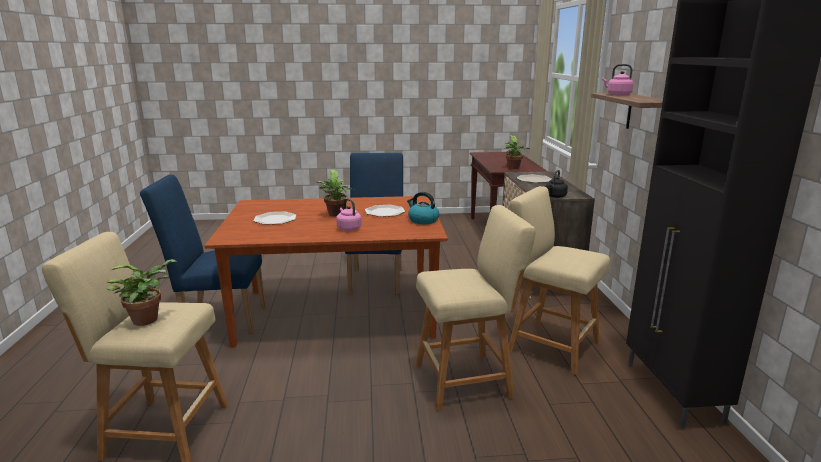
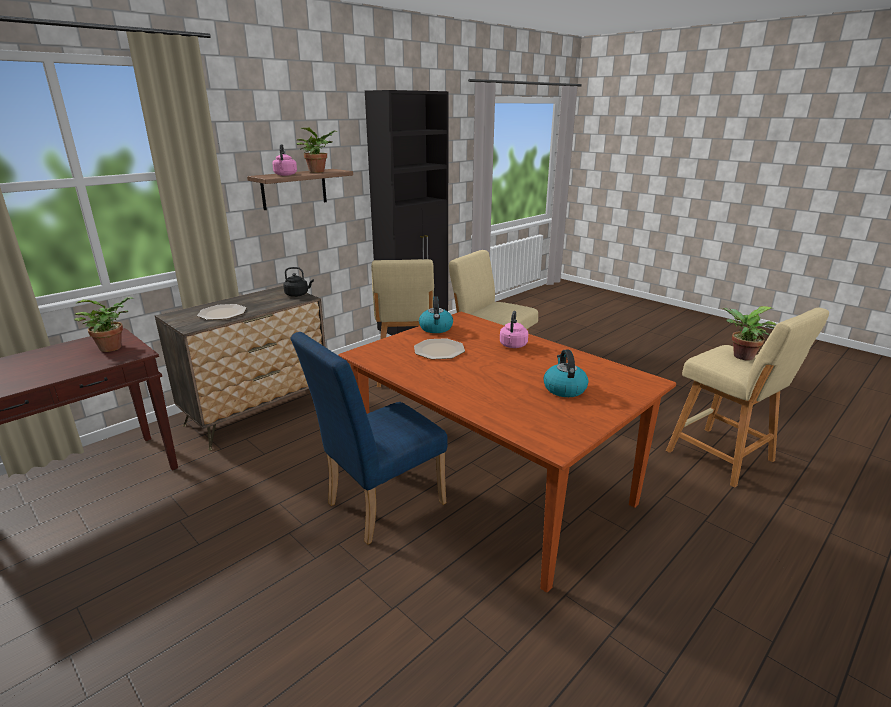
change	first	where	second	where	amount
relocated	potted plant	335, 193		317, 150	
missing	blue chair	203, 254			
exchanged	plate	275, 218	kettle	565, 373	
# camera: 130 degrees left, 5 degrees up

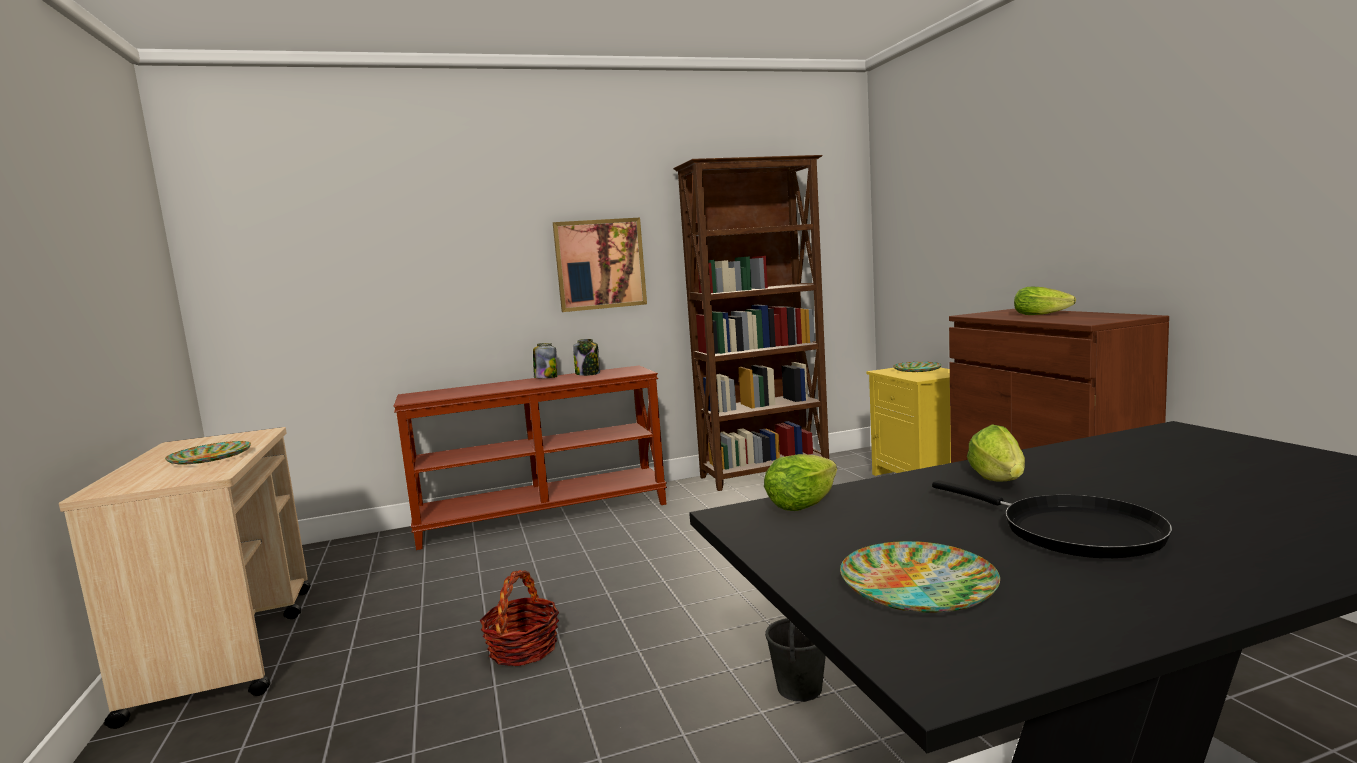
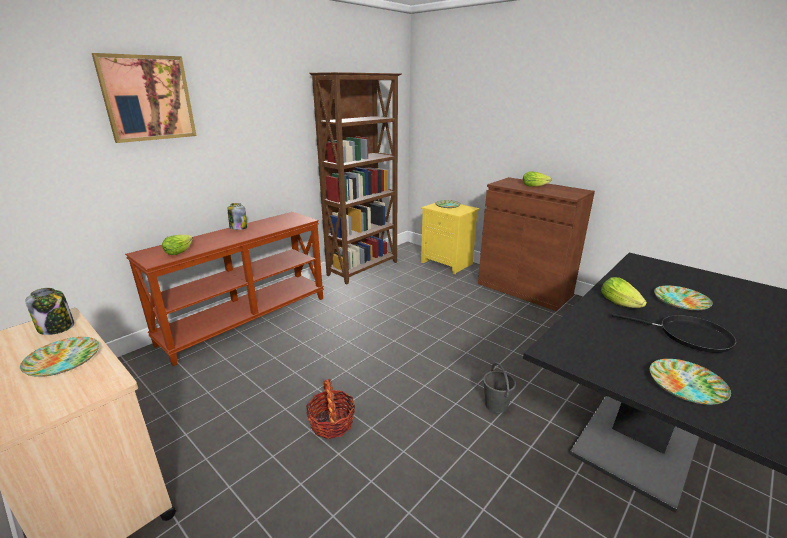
change	first	where	second	where	amount
relocated	wall picture	600, 265		144, 98	
relocated	storage jar	586, 357		49, 311	
relocated	lettuce	800, 482		177, 245	
appeared			plate	683, 298	
# camera: 30 degrees left, 15 degrees up

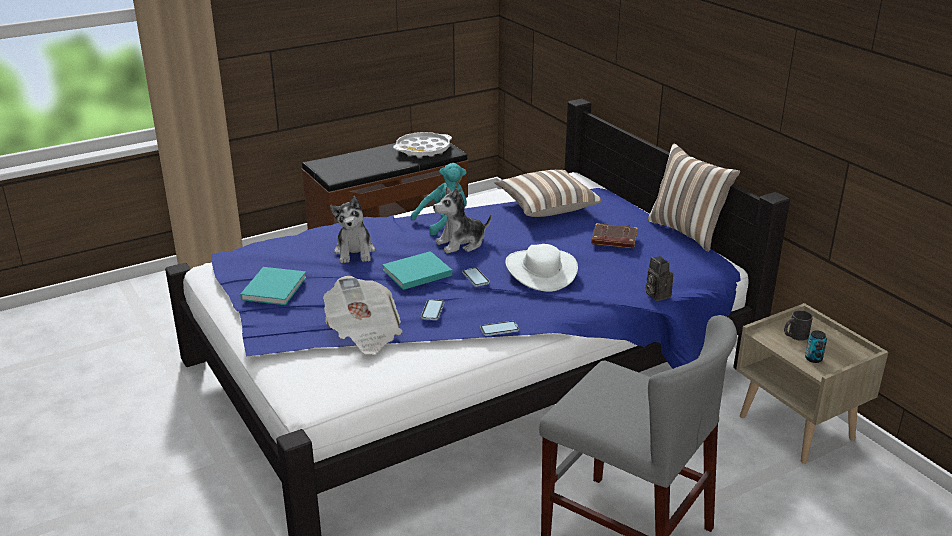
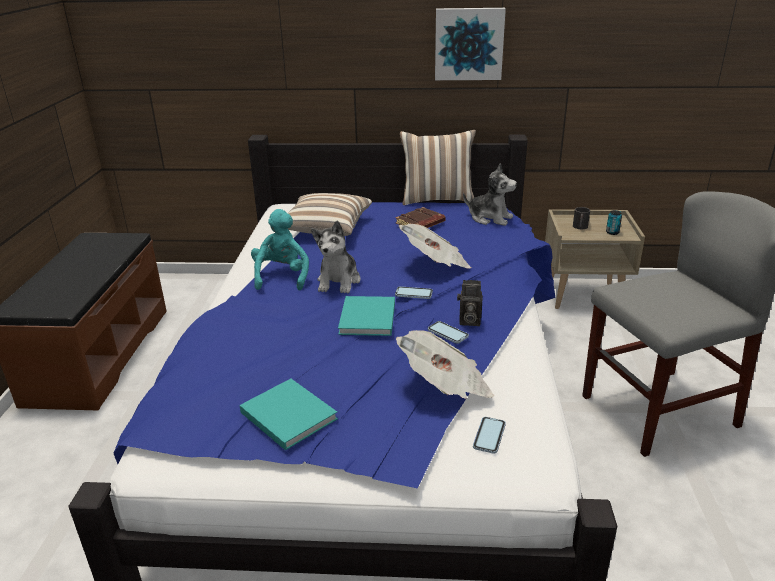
change	first	where	second	where	amount
missing	white-coloured tray	422, 145			
relocated	plush toy	352, 229		490, 194	
exchanged	white-coloured hat	541, 268	printed paper	435, 246	
relocated	photo camera	659, 278		470, 303	
relocated	telephone	499, 328		489, 435	
appeared			wall picture	470, 44	
# camera: 55 degrees left, 0 degrees up

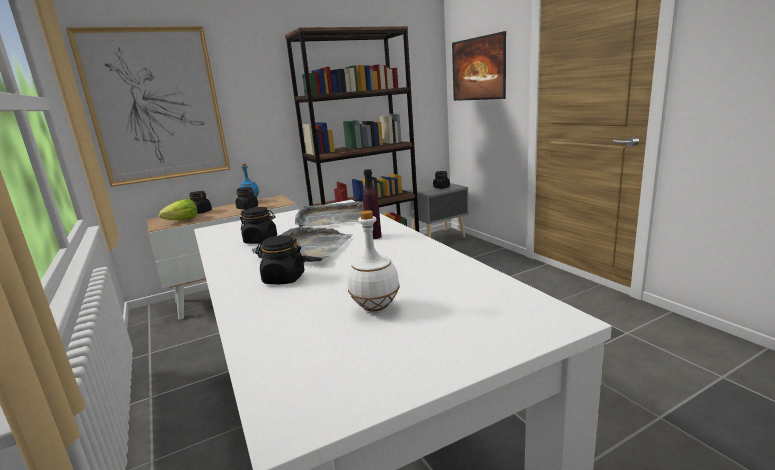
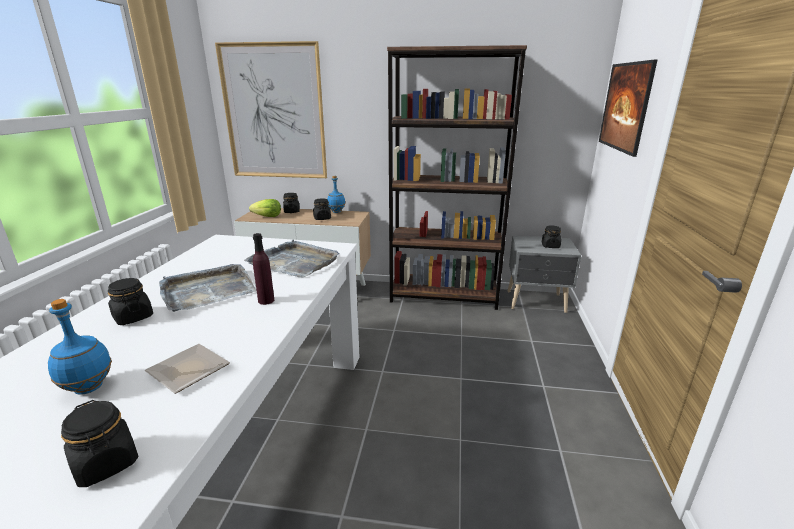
change	first	where	second	where	amount
relocated	blackish storage jar	258, 225		99, 443	
colour	white-coloured bottle	374, 262	blue bottle	80, 346	
appeared			plate	187, 369	
# camera: 35 degrees right, 5 degrees up

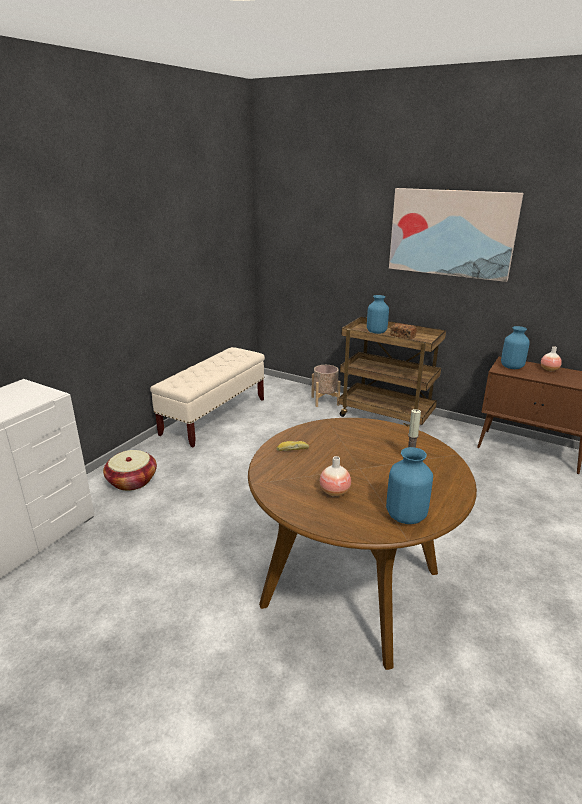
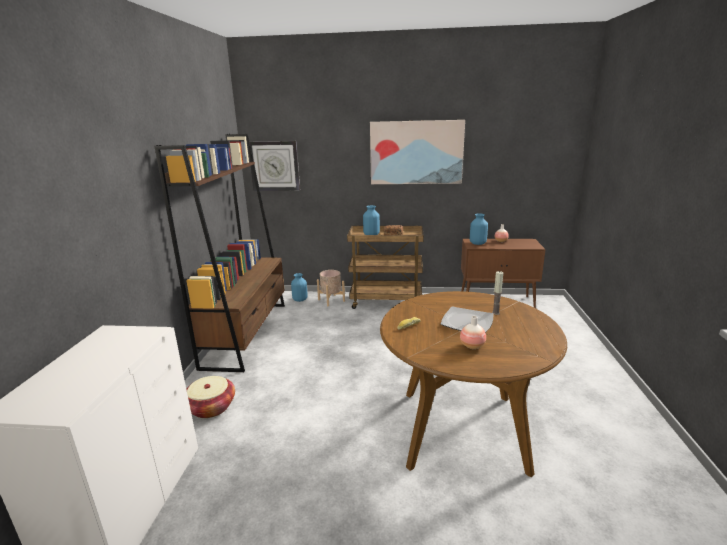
change	first	where	second	where	amount
exchanged	beige indoor bench	207, 397	brownish bookcase	219, 253	
relocated	blue decorative vase	409, 485		299, 287	
appeared			clock on the wall	275, 166	
appeared			plate	467, 319	
# camera: 25 degrees left, 5 degrees down

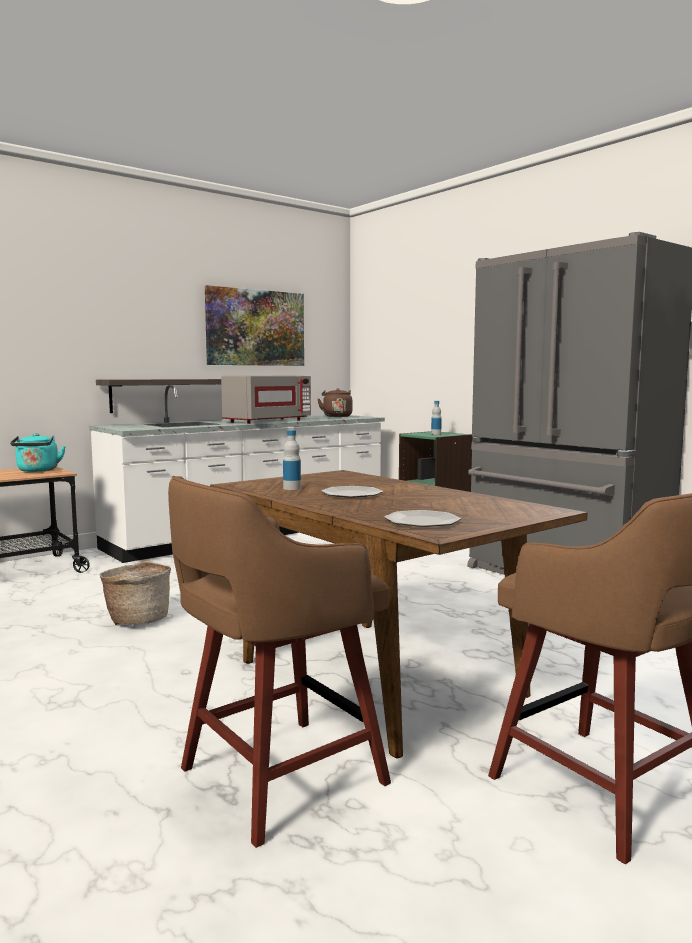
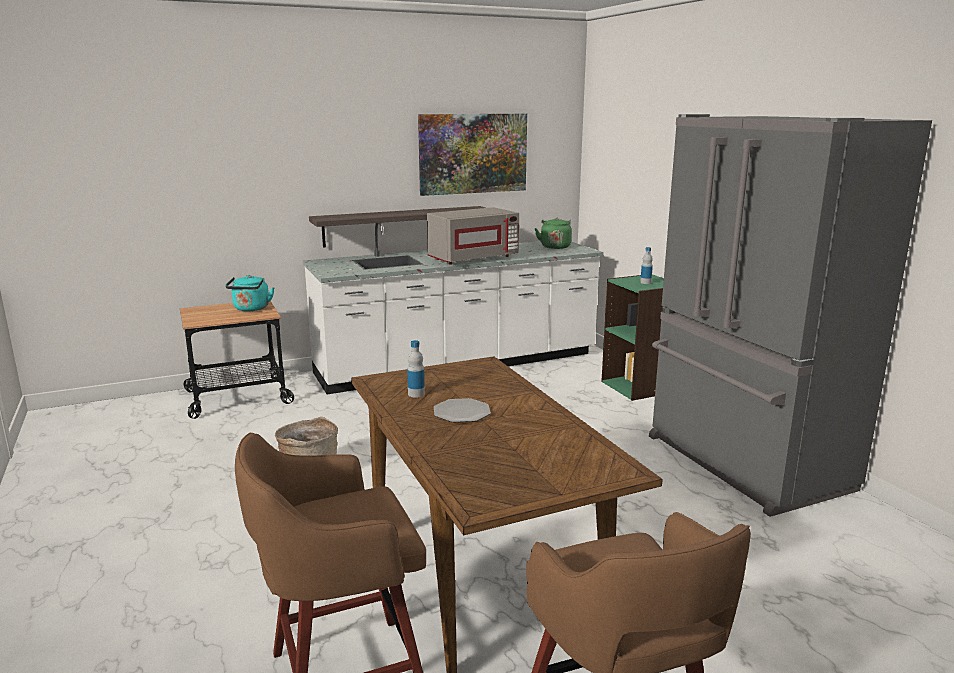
change	first	where	second	where	amount
colour	brownish kettle	335, 402	green kettle	553, 233	
missing	plate	422, 518			
# camera: 15 degrees right, 10 degrees up

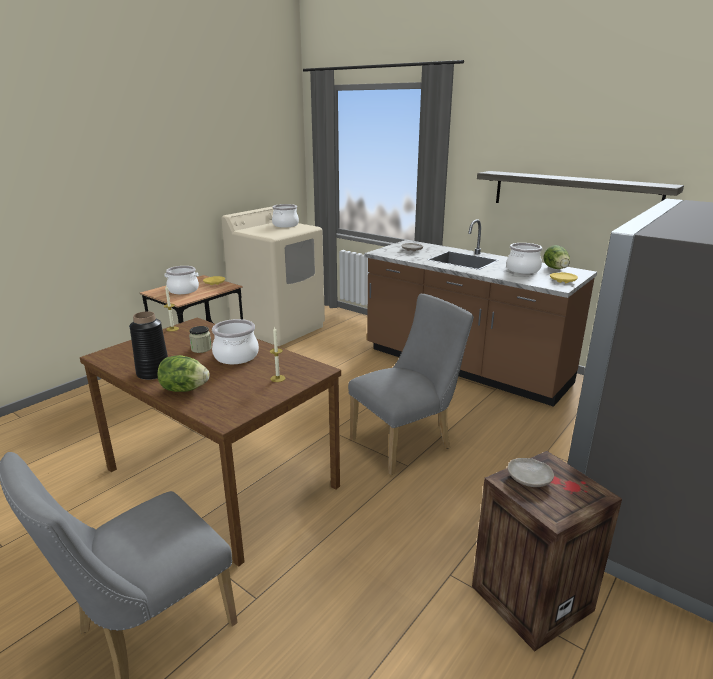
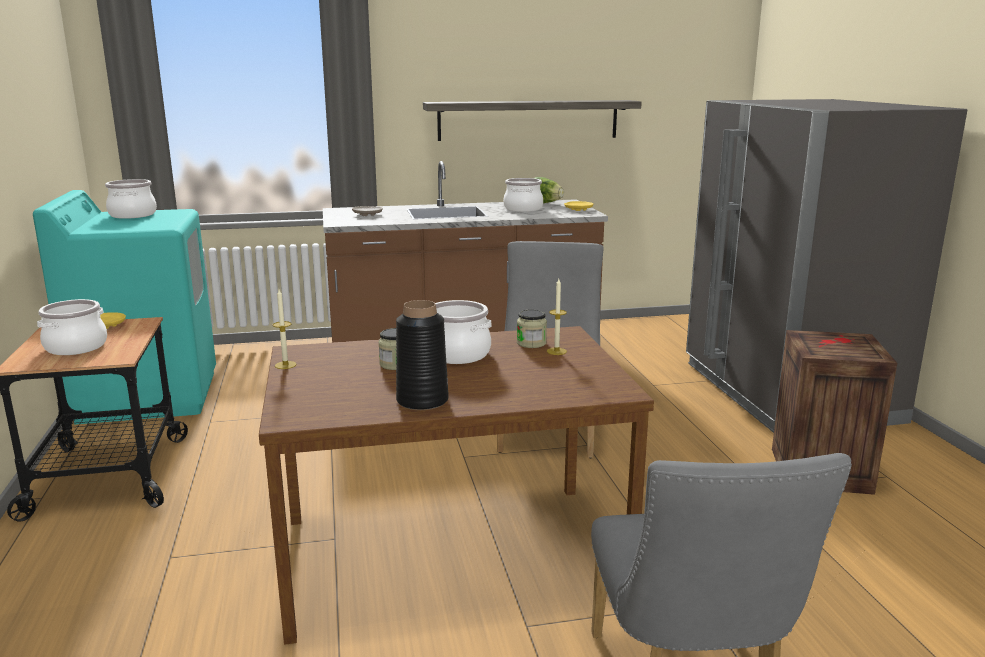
change	first	where	second	where	amount
colour	beige laundry machine	273, 276	turquoise-coloured laundry machine	124, 307	
missing	lettuce	183, 373			
missing	beige plate	531, 472			
appeared			storage jar	532, 329	
# camera: 50 degrees left, 5 degrees down

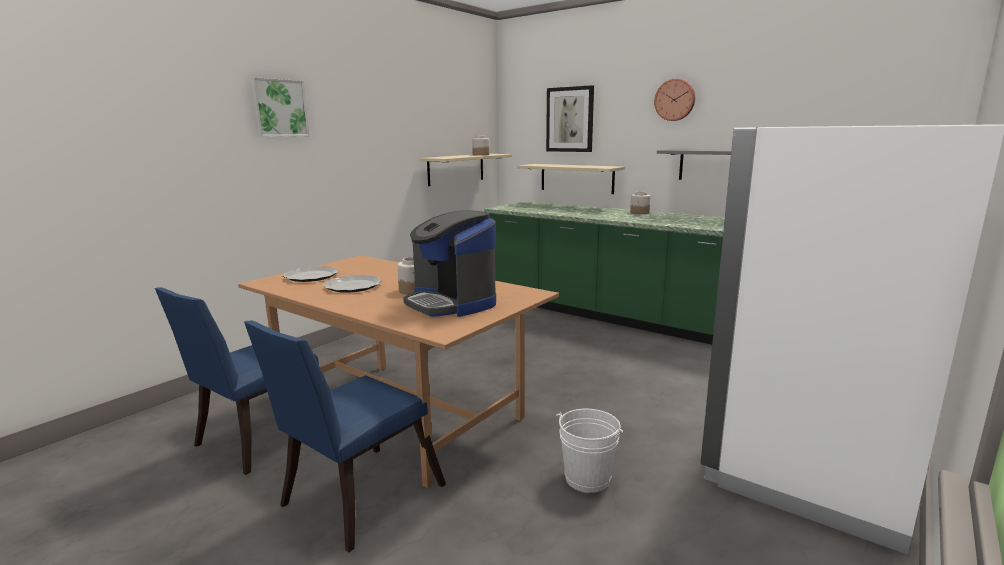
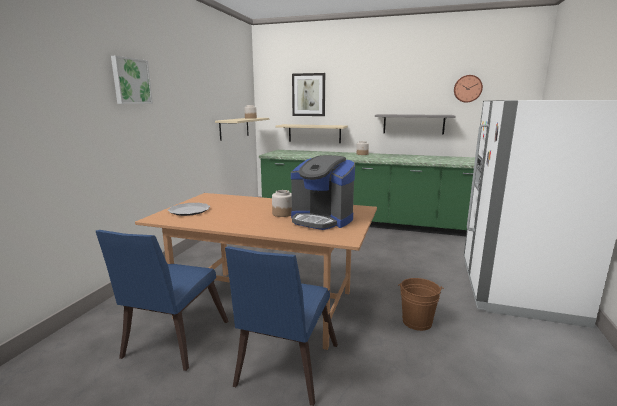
change	first	where	second	where	amount
relocated	clock on the wall	674, 100		468, 89	
missing	plate	352, 284			
colour	white-coloured water bucket	589, 451	brownish water bucket	421, 304	
# camera: 20 degrees left, 0 degrees up

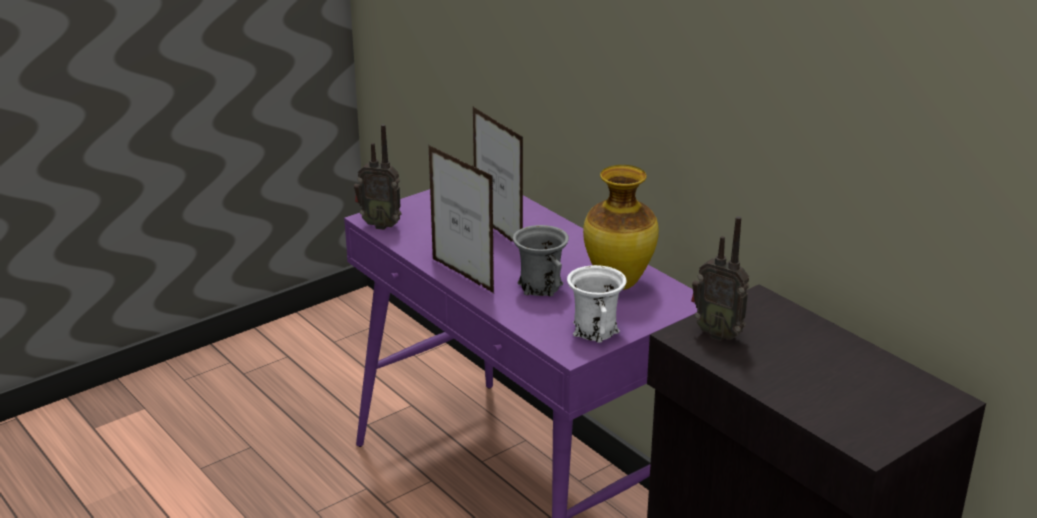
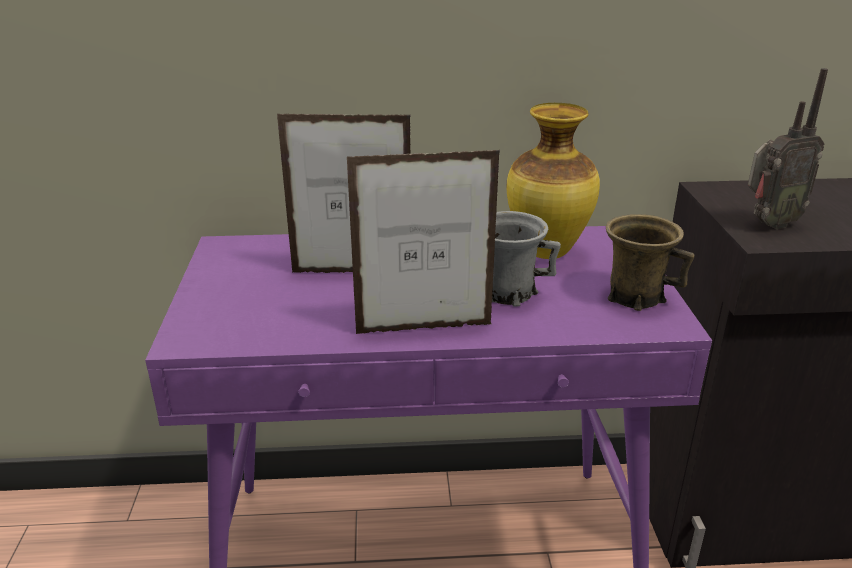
change	first	where	second	where	amount
missing	radio	378, 177			
colour	white-coloured mug	597, 304	brownish mug	650, 262	
# camera: 55 degrees left, 0 degrees up

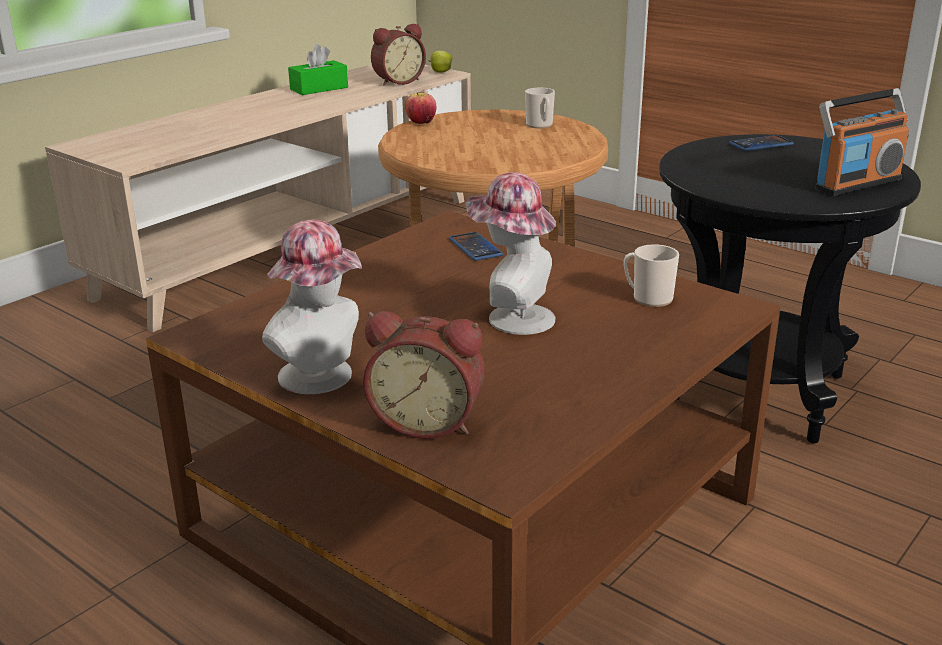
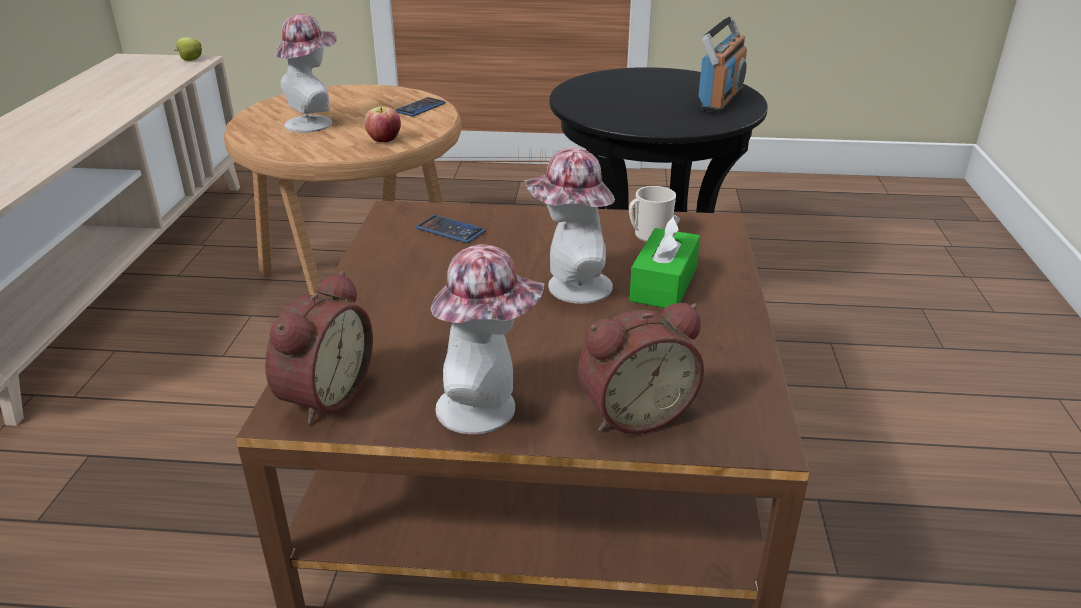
change	first	where	second	where	amount
relocated	alarm clock	398, 55		319, 348	
relocated	green box of tissues	318, 69		664, 261	
missing	mug	540, 108			
relocated	whole apple	420, 108		382, 124	
relocated	telephone	761, 143		420, 107	
appeared			hat	305, 73	
# camera: 35 degrees left, 5 degrees up

